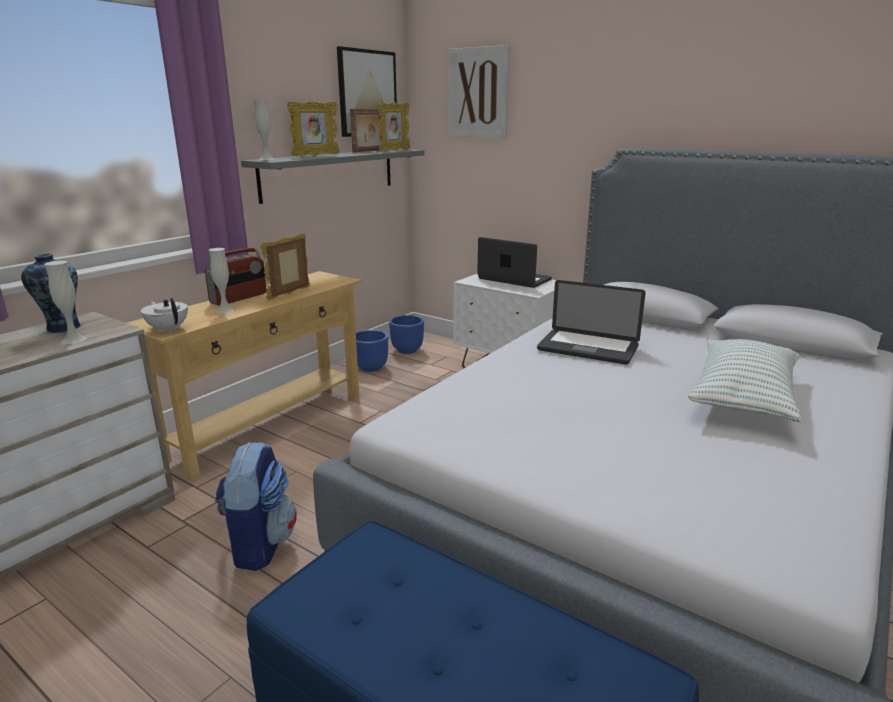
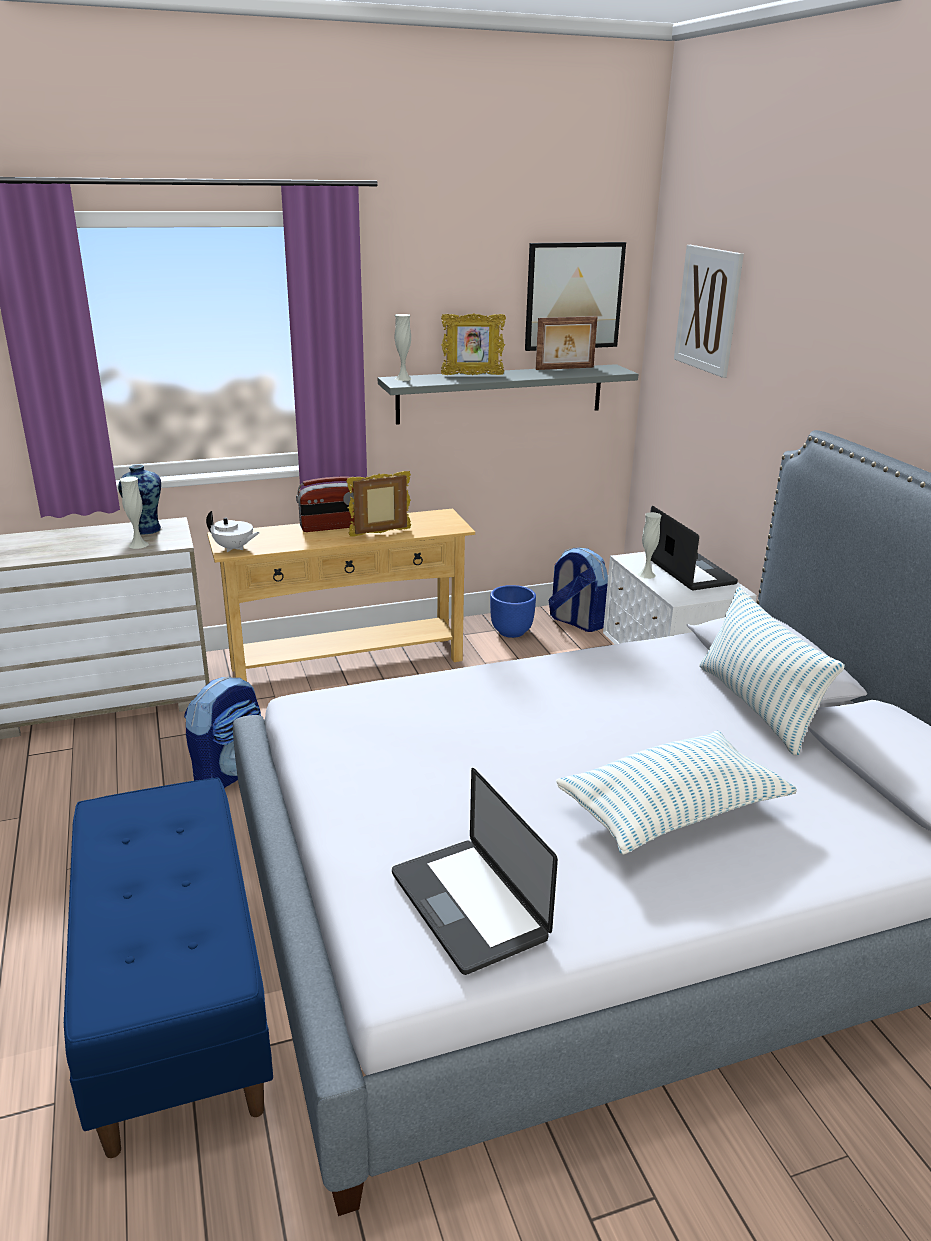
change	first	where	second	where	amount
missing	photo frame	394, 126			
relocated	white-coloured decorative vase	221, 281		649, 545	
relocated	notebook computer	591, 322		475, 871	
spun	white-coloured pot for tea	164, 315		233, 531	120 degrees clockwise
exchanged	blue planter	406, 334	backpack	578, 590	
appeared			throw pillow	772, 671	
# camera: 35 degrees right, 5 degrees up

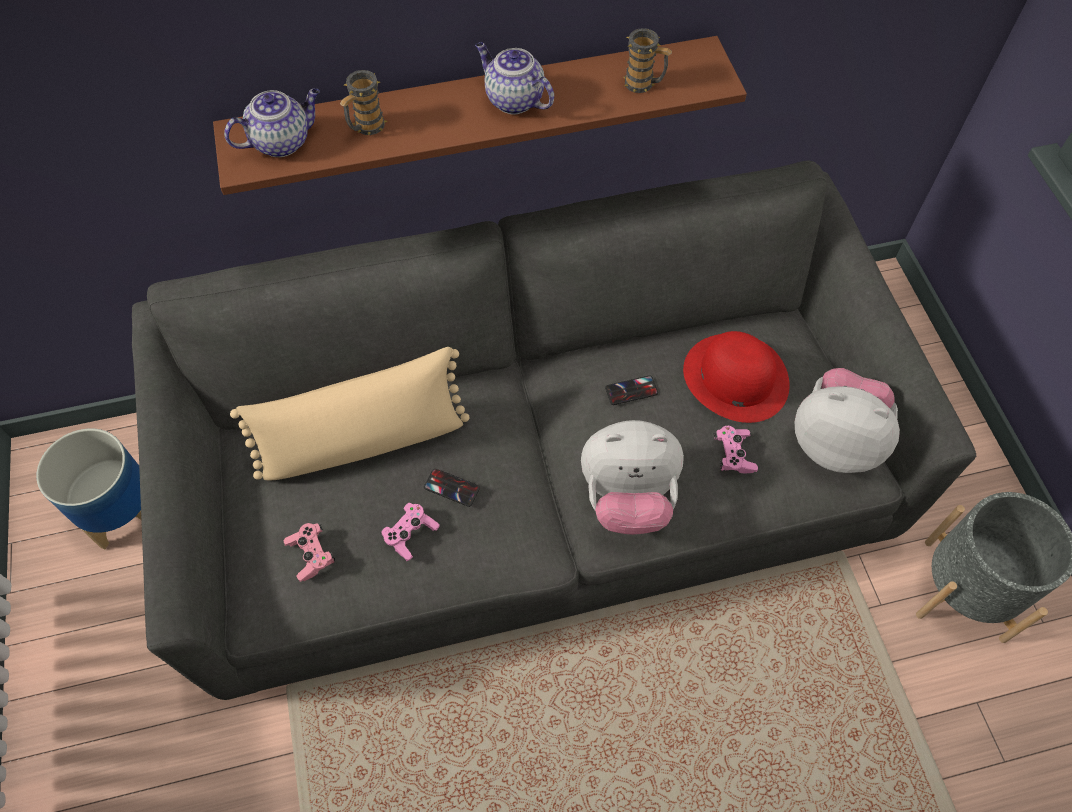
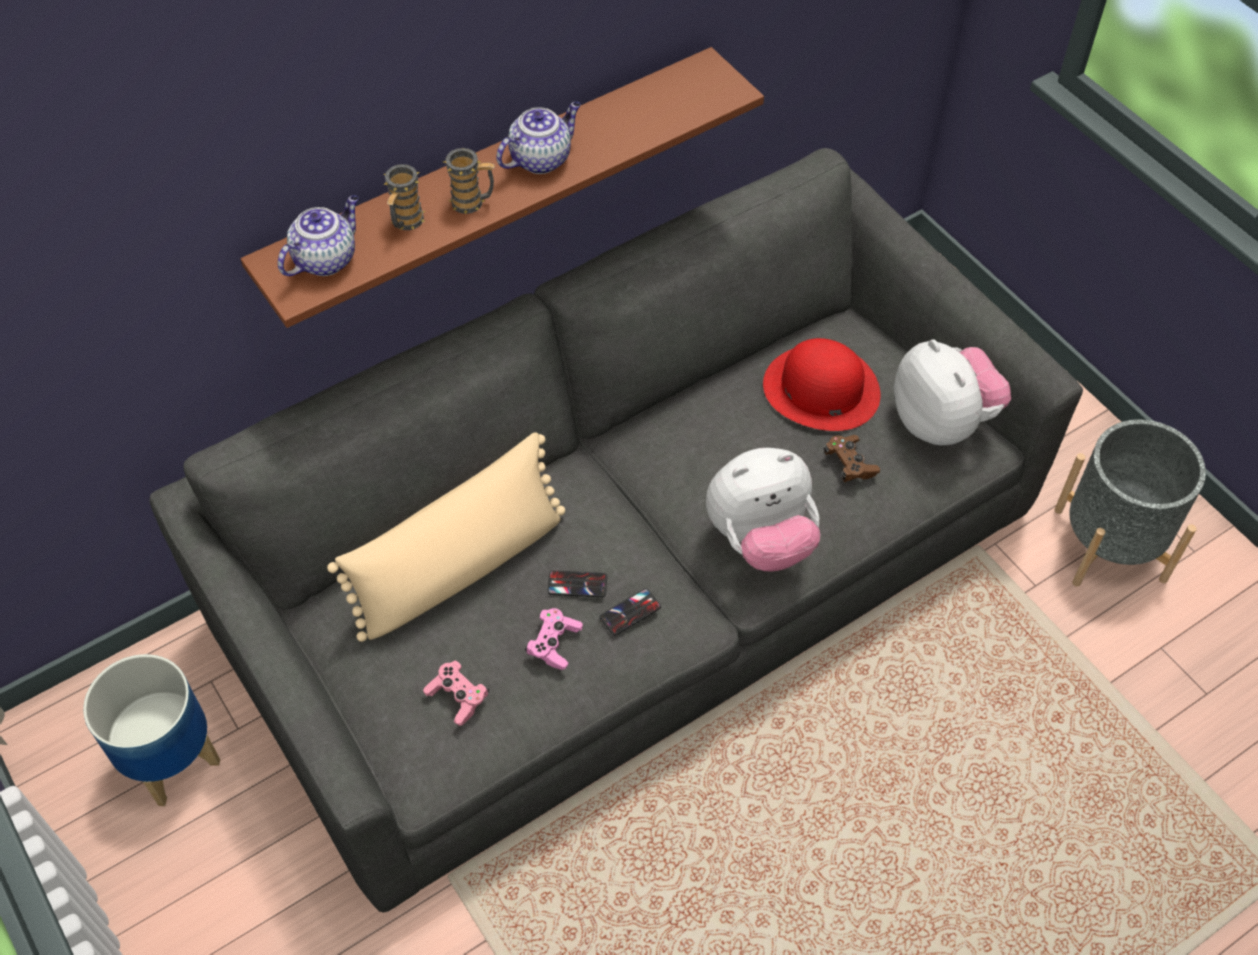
change	first	where	second	where	amount
relocated	mug	647, 60		469, 181	
spun	pot for tea	514, 78		538, 138	120 degrees clockwise
spun	plush toy	847, 420		952, 392	60 degrees clockwise
relocated	telephone	631, 390		630, 612	
colour	pinkish gamepad	736, 450	brownish gamepad	852, 458	
# camera: 20 degrees left, 5 degrees down

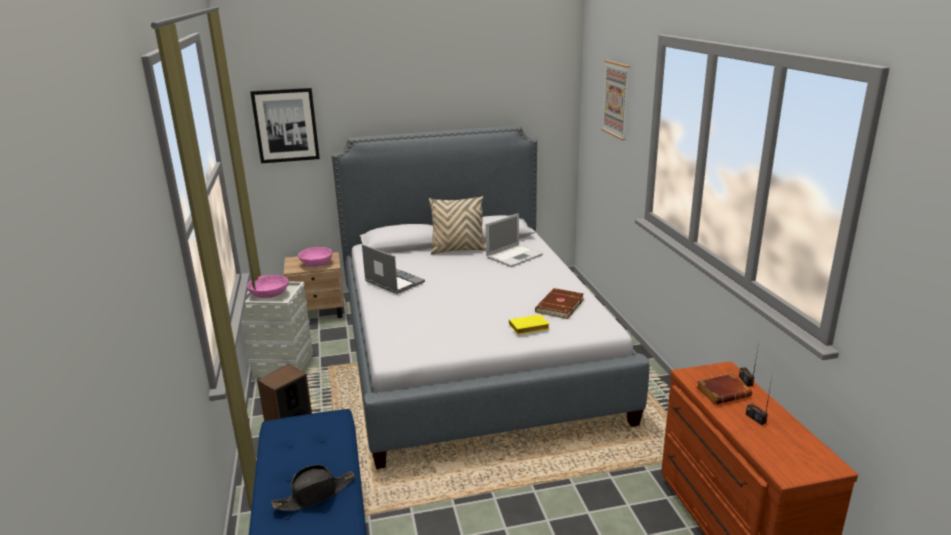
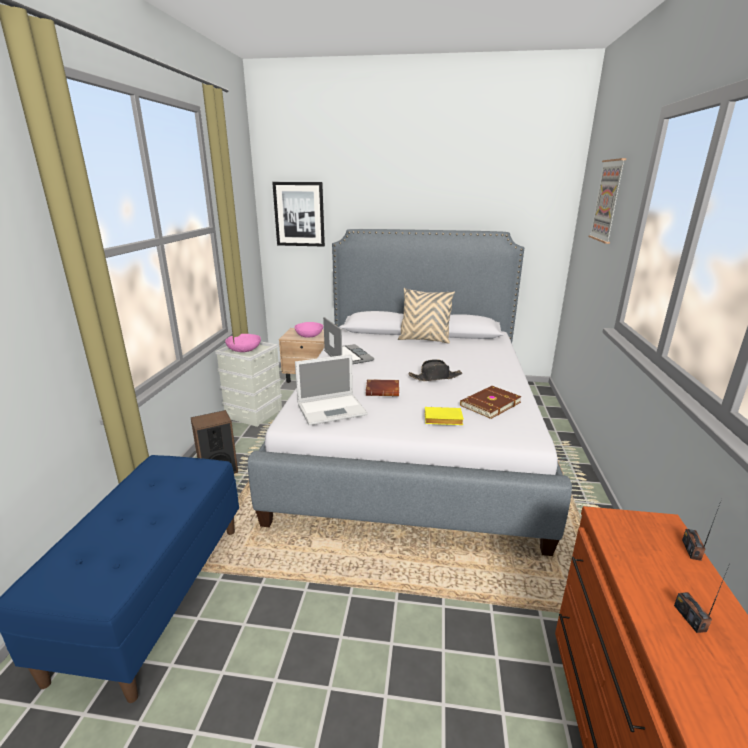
change	first	where	second	where	amount
relocated	notebook computer	514, 240		331, 389	
relocated	brownish volume	724, 389		382, 387	
relocated	blackish hat	313, 488		435, 370	
# camera: 20 degrees right, 0 degrees up

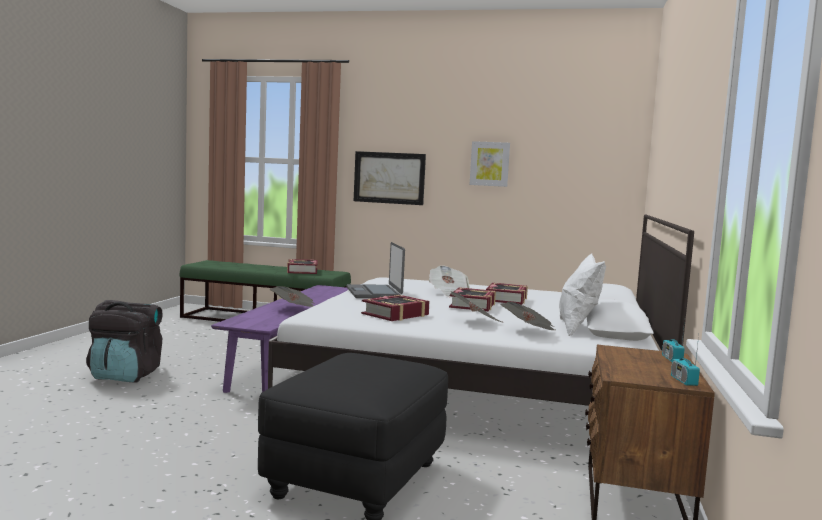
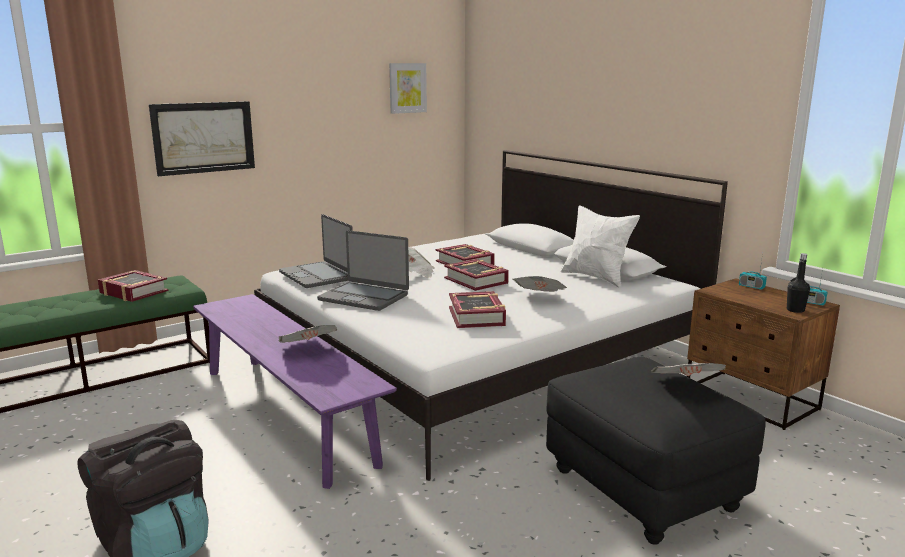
change	first	where	second	where	amount
relocated	wall picture	489, 164		408, 88	
relocated	printed paper	527, 316		688, 369	
appeared			notebook computer	316, 251	
appeared			blackish bottle	798, 283	
# camera: 50 degrees left, 10 degrees up

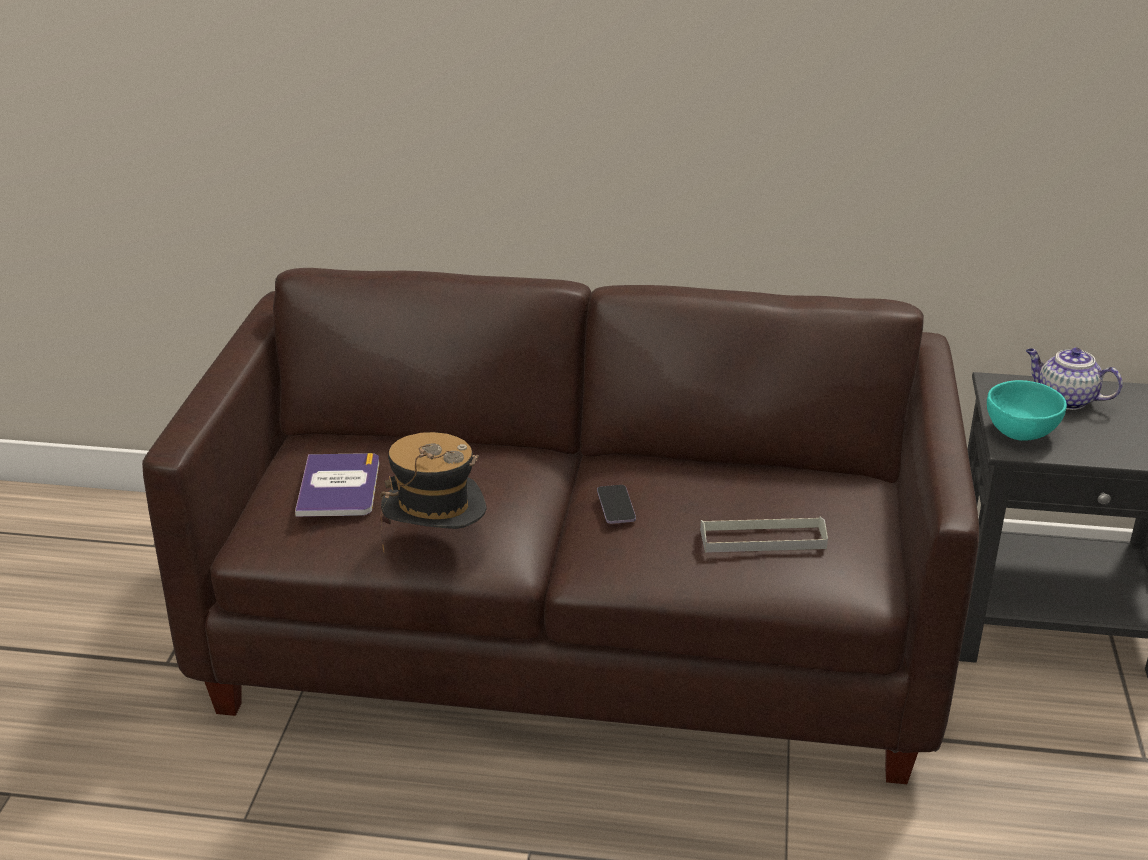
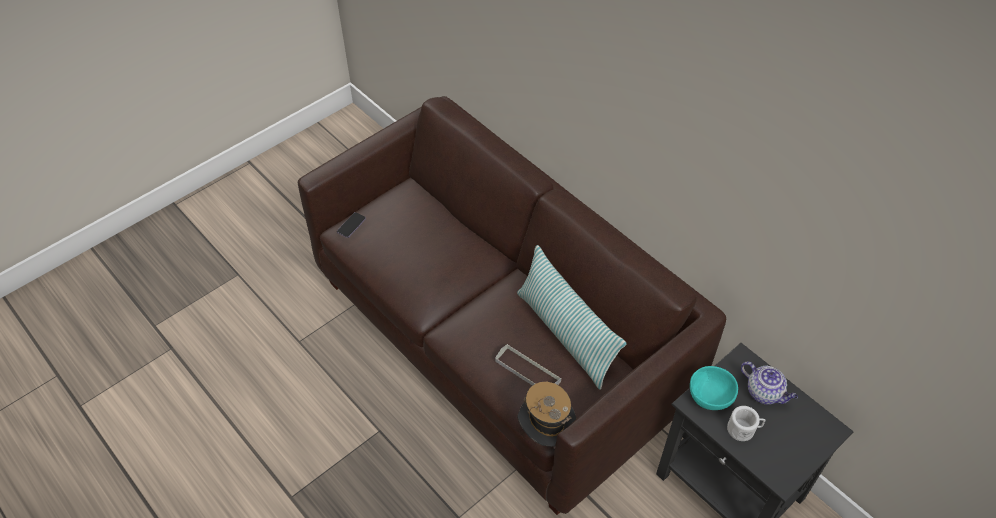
change	first	where	second	where	amount
spun	pot for tea	1074, 378		769, 383	150 degrees clockwise
relocated	hat	433, 492		547, 414	
missing	volume	337, 485			
relocated	telephone	616, 504		351, 225	
appeared			throw pillow	571, 317	
appeared			white-coloured mug	746, 423	
# camera: 40 degrees right, 20 degrees up

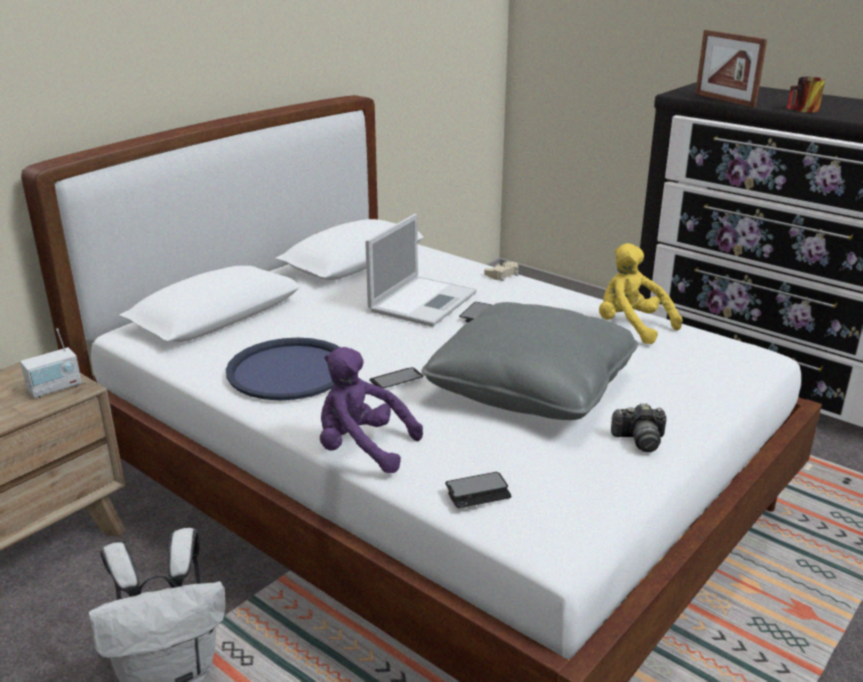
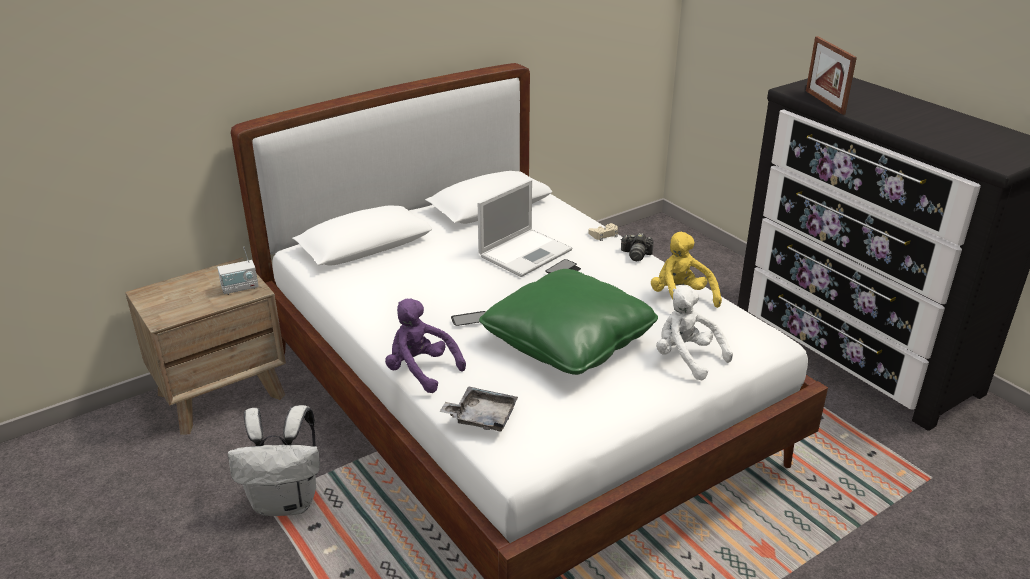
change	first	where	second	where	amount
missing	mug	806, 95			
colour	grey throw pillow	529, 361	green throw pillow	568, 322	
missing	blue tray	282, 369			
relocated	photo camera	638, 427		636, 247	
exchanged	telephone	478, 490	grey tray	478, 409	
appeared			white-coloured plush toy	694, 333	
# camera: 15 degrees right, 5 degrees up

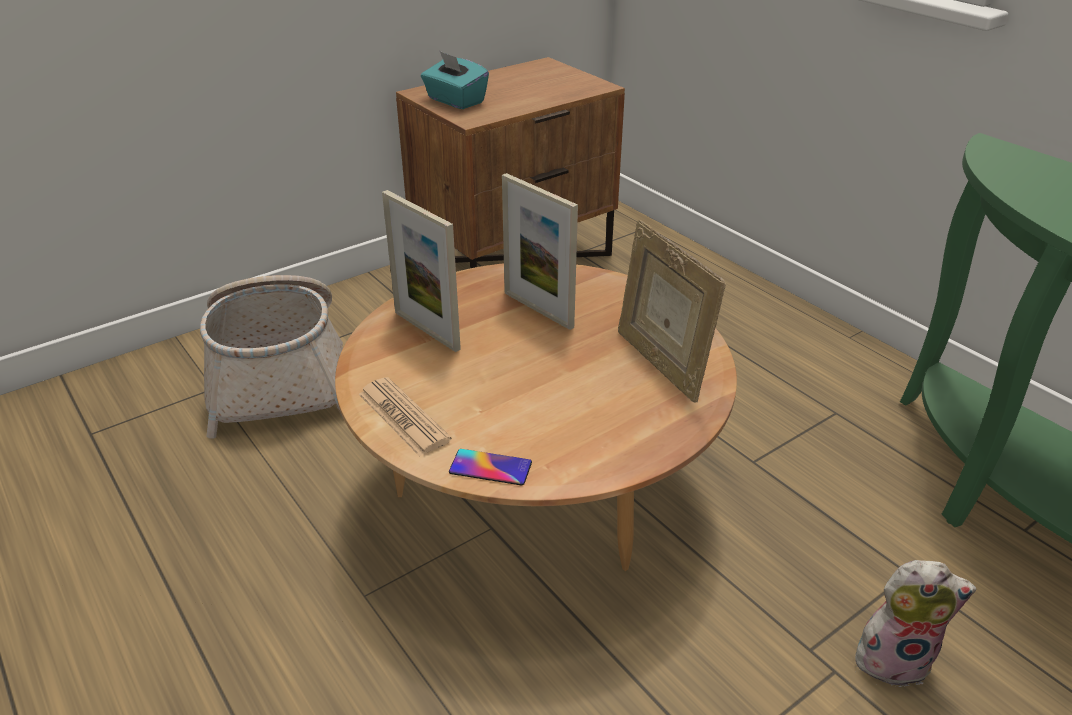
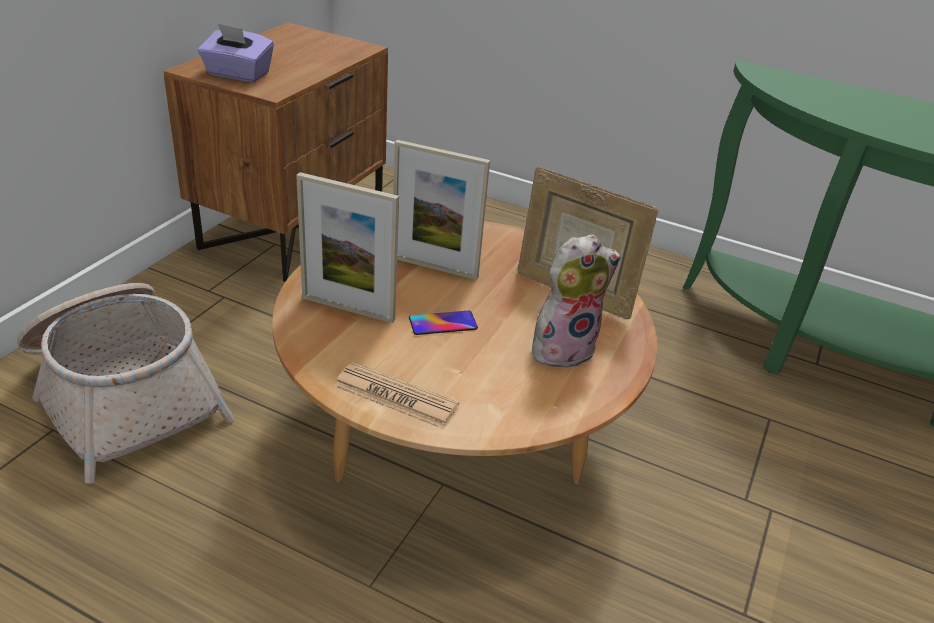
change	first	where	second	where	amount
colour	turquoise-coloured box of tissues	455, 80	purple box of tissues	236, 53	
relocated	telephone	490, 467		443, 322	
relocated	plush toy	915, 623		576, 302	
# camera: 30 degrees left, 0 degrees up

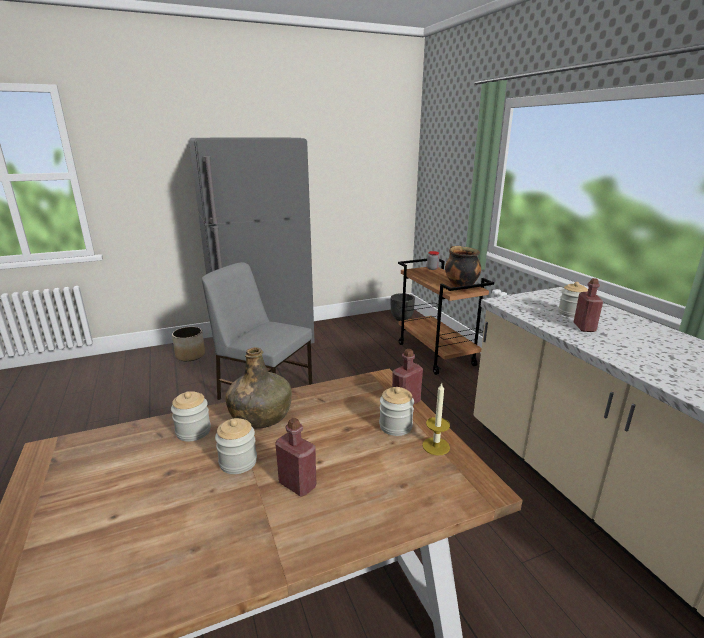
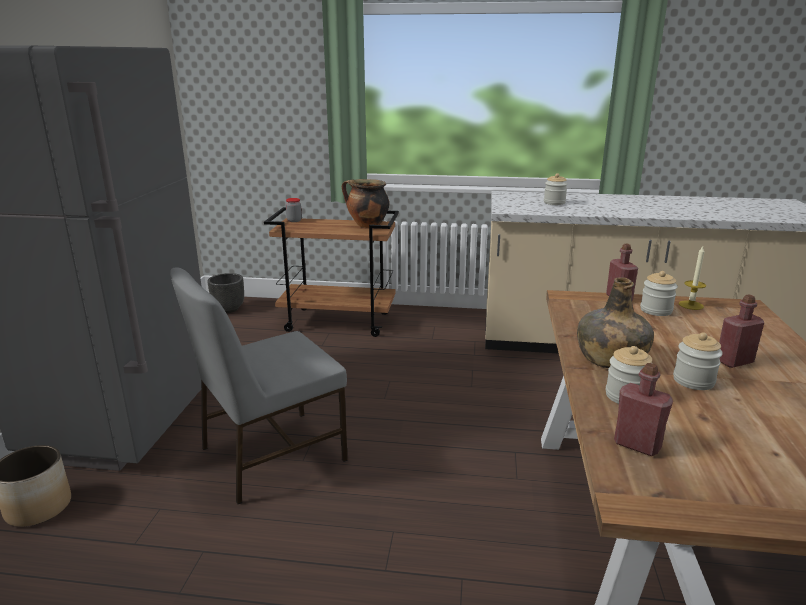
change	first	where	second	where	amount
relocated	red bottle	588, 305		643, 409	
# camera: 60 degrees left, 0 degrees up

